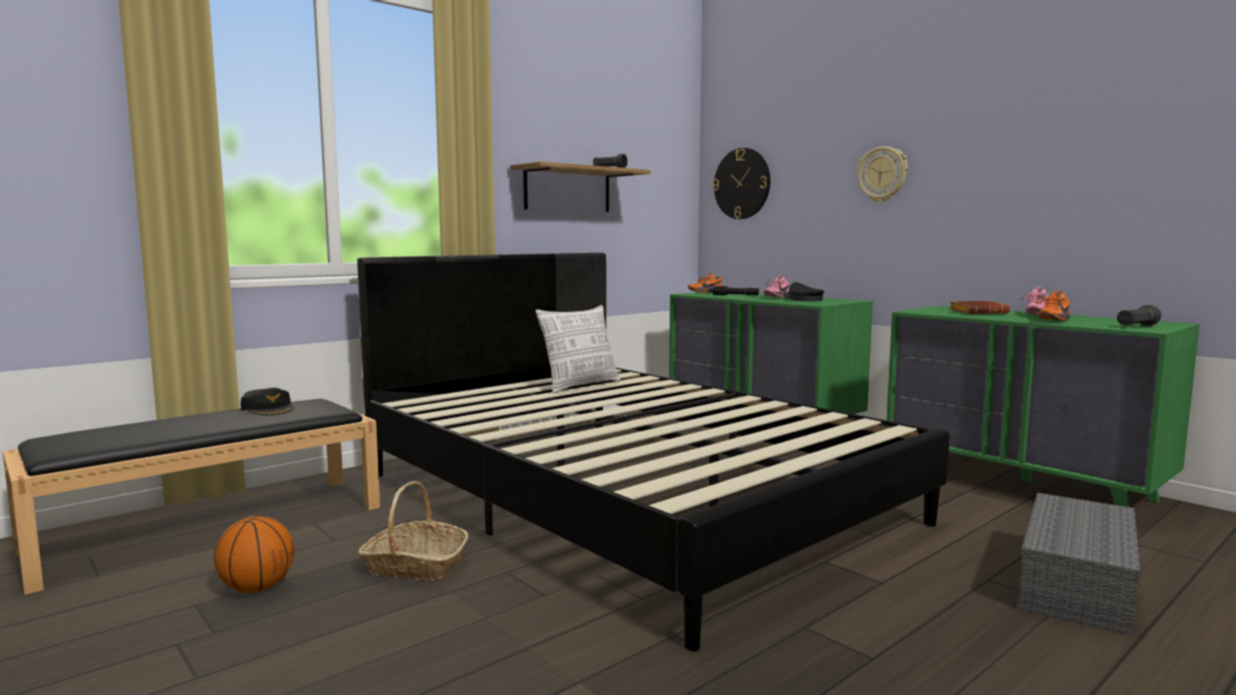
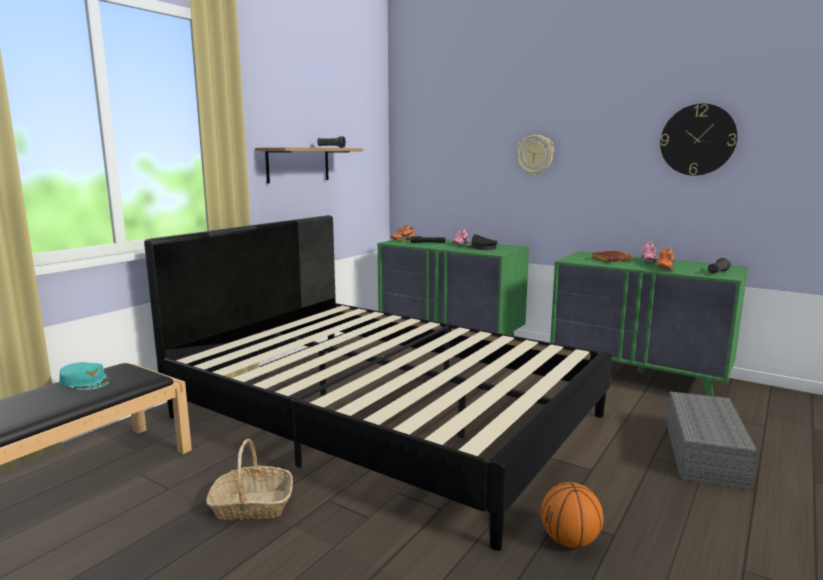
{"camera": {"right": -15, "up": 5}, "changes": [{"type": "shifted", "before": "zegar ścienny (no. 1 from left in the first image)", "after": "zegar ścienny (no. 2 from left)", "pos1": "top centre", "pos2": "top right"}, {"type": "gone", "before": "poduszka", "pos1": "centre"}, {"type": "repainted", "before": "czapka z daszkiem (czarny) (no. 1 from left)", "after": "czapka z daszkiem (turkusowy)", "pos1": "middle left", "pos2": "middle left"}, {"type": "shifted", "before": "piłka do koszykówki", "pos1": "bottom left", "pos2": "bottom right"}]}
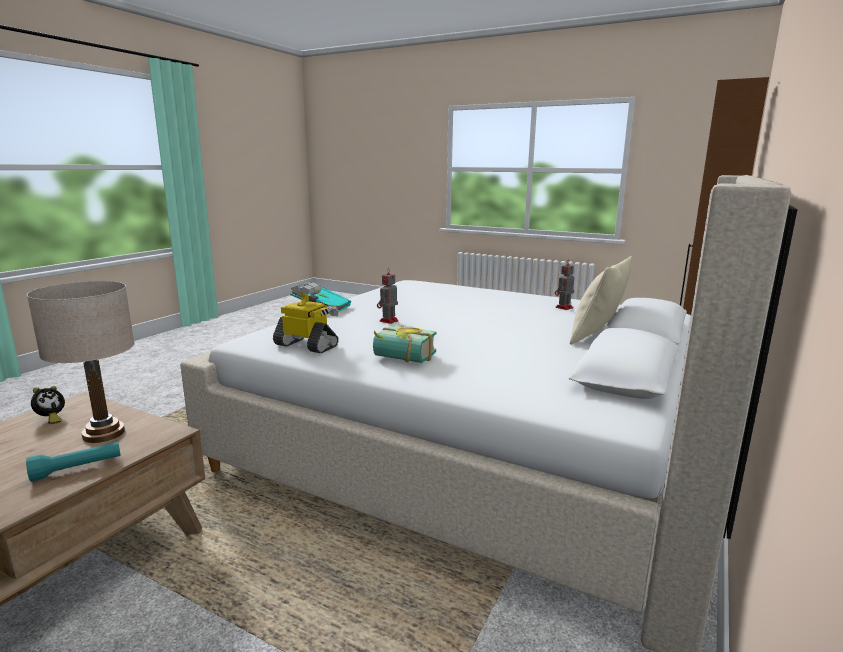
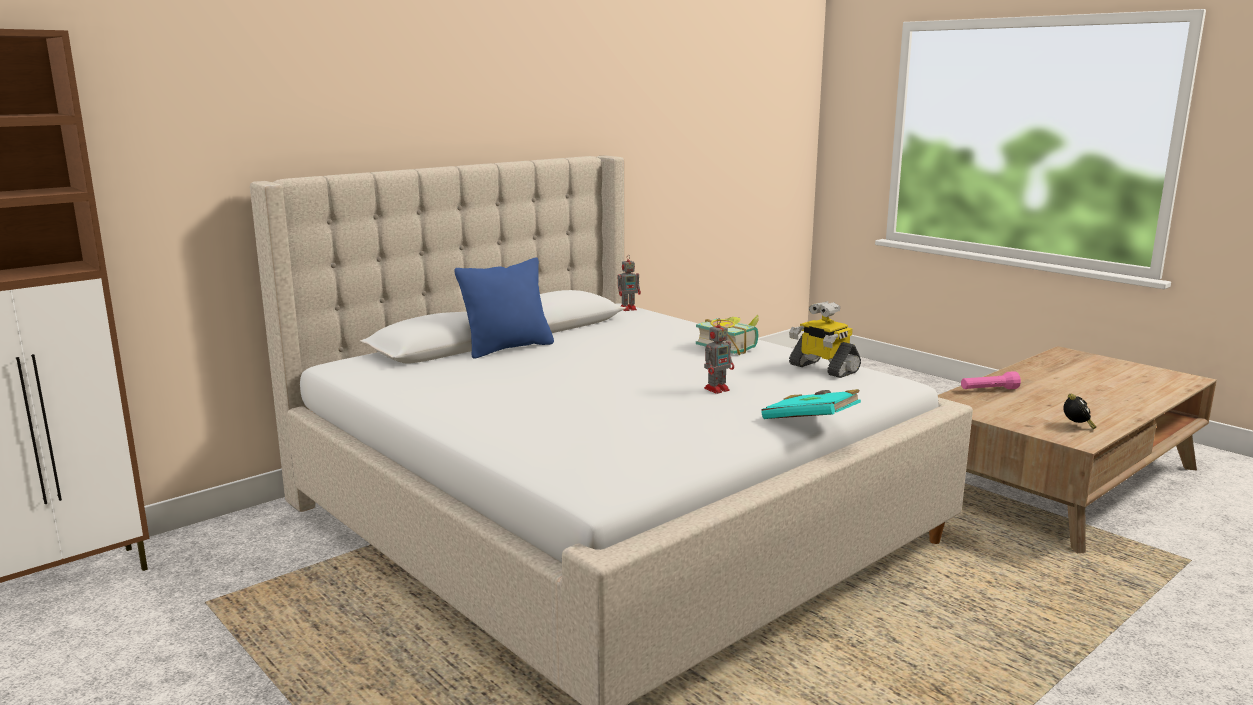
{"camera": {"right": -160, "up": 0}, "changes": [{"type": "repainted", "before": "poduszka (beżowy)", "after": "poduszka (niebieski)", "pos1": "middle right", "pos2": "centre"}, {"type": "shifted", "before": "robot zabawkowy (no. 3 from left in the first image)", "after": "robot zabawkowy (no. 1 from left)", "pos1": "middle right", "pos2": "centre"}, {"type": "gone", "before": "lampa stołowa (beżowy)", "pos1": "middle left"}, {"type": "rotated", "before": "budzik", "pos1": "middle left", "pos2": "middle right", "turn": 150}, {"type": "repainted", "before": "latarka (turkusowy)", "after": "latarka (różowy)", "pos1": "bottom left", "pos2": "middle right"}]}
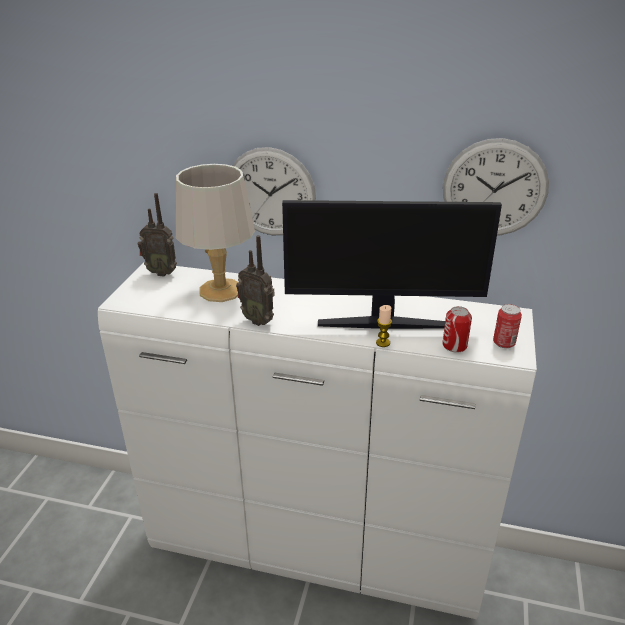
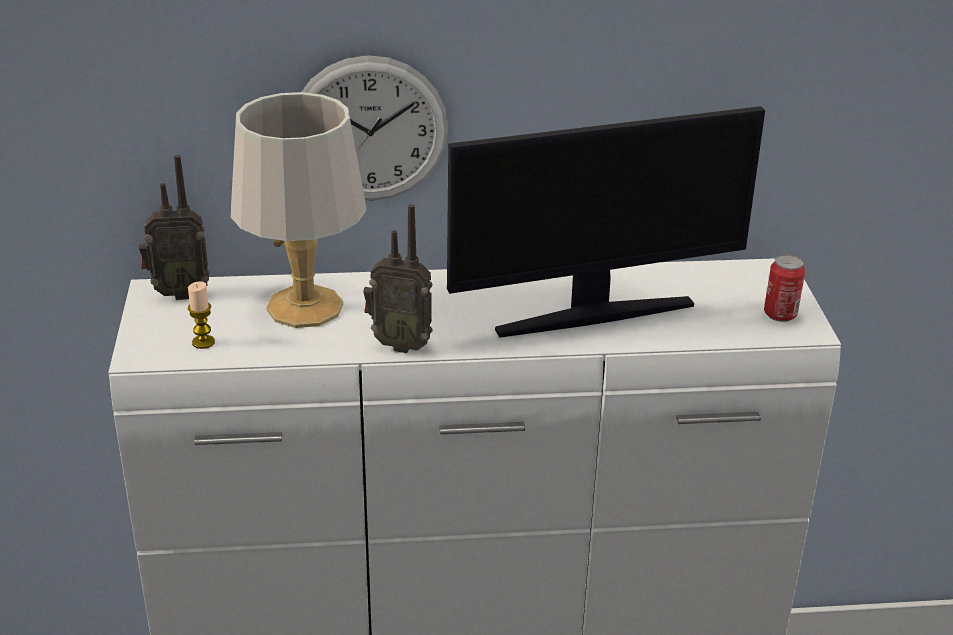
{"camera": {"right": -20, "up": 0}, "changes": [{"type": "gone", "before": "zegar ścienny (no. 2 from left)", "pos1": "top right"}, {"type": "shifted", "before": "świeca", "pos1": "centre", "pos2": "middle left"}, {"type": "gone", "before": "puszka (no. 1 from left)", "pos1": "middle right"}]}
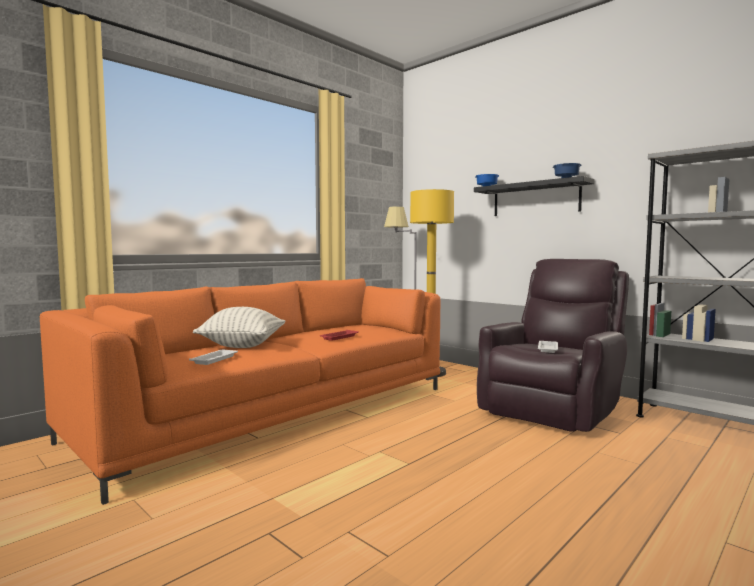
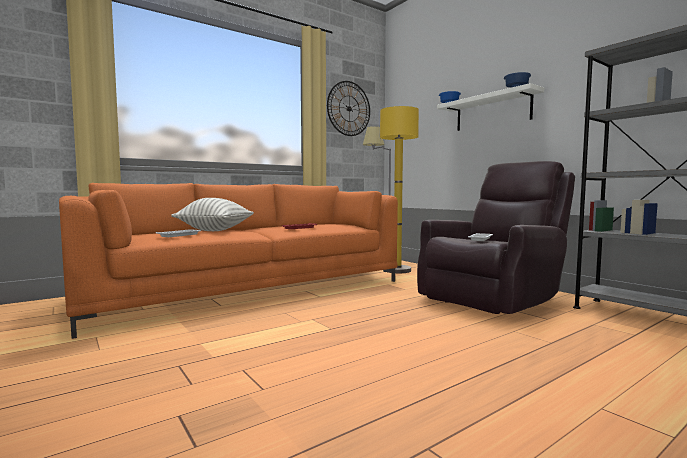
{"camera": {"right": 10, "up": 0}, "changes": [{"type": "repainted", "before": "półka (czarny)", "after": "półka (biały)", "pos1": "middle right", "pos2": "top right"}, {"type": "new", "after": "zegar ścienny", "pos2": "top centre"}]}
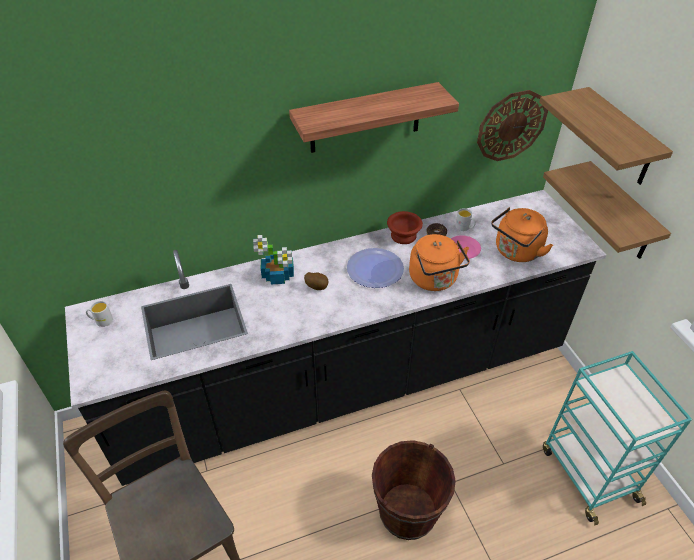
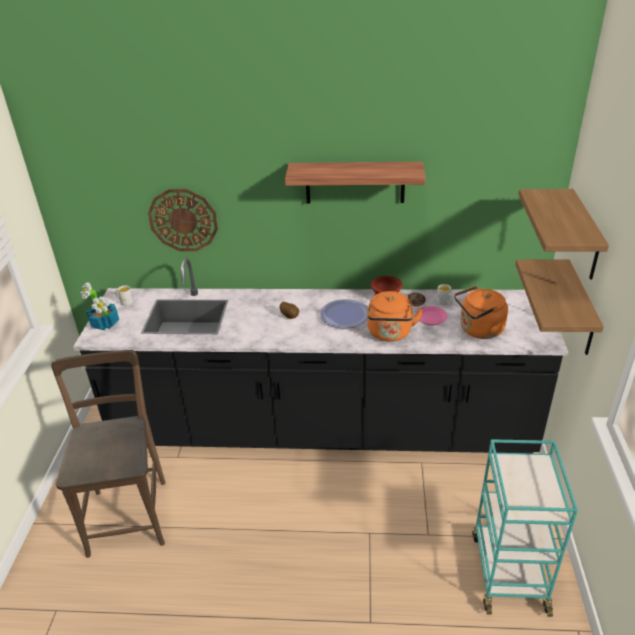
{"camera": {"right": 25, "up": -10}, "changes": [{"type": "shifted", "before": "zegar ścienny", "pos1": "top right", "pos2": "middle left"}, {"type": "shifted", "before": "roślina doniczkowa", "pos1": "centre", "pos2": "middle left"}, {"type": "gone", "before": "wiadro (brązowy)", "pos1": "bottom centre"}]}
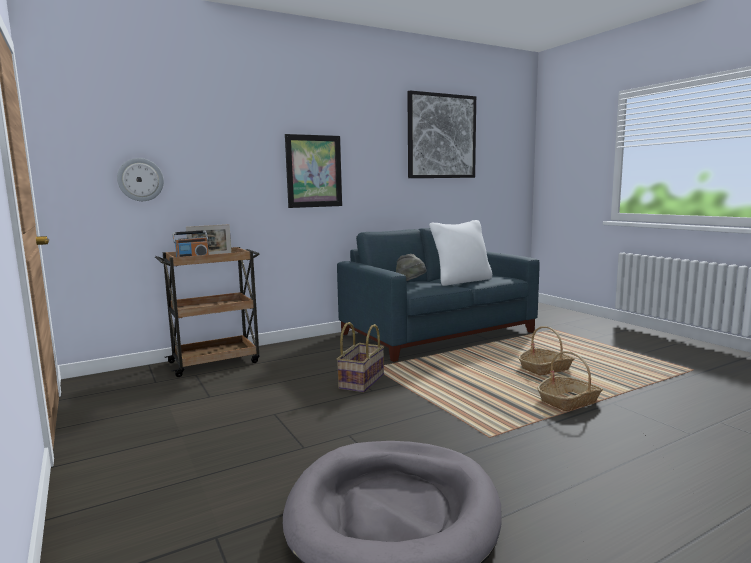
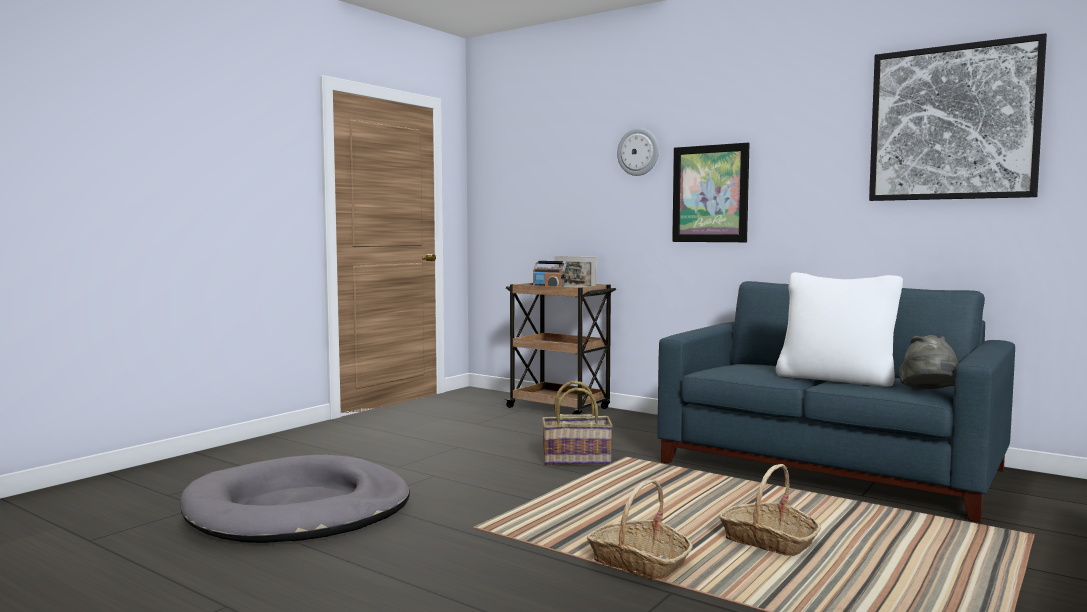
{"camera": {"right": 65, "up": -5}, "changes": [{"type": "shifted", "before": "zegar ścienny", "pos1": "top left", "pos2": "top centre"}, {"type": "shifted", "before": "kapelusz (szary)", "pos1": "centre", "pos2": "middle right"}]}
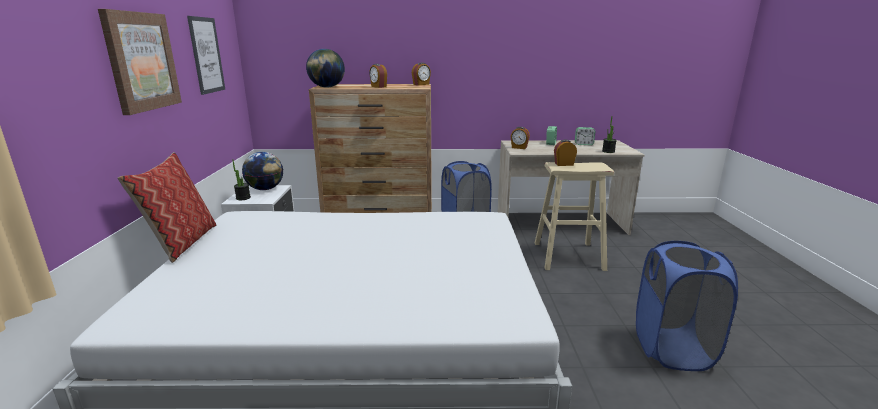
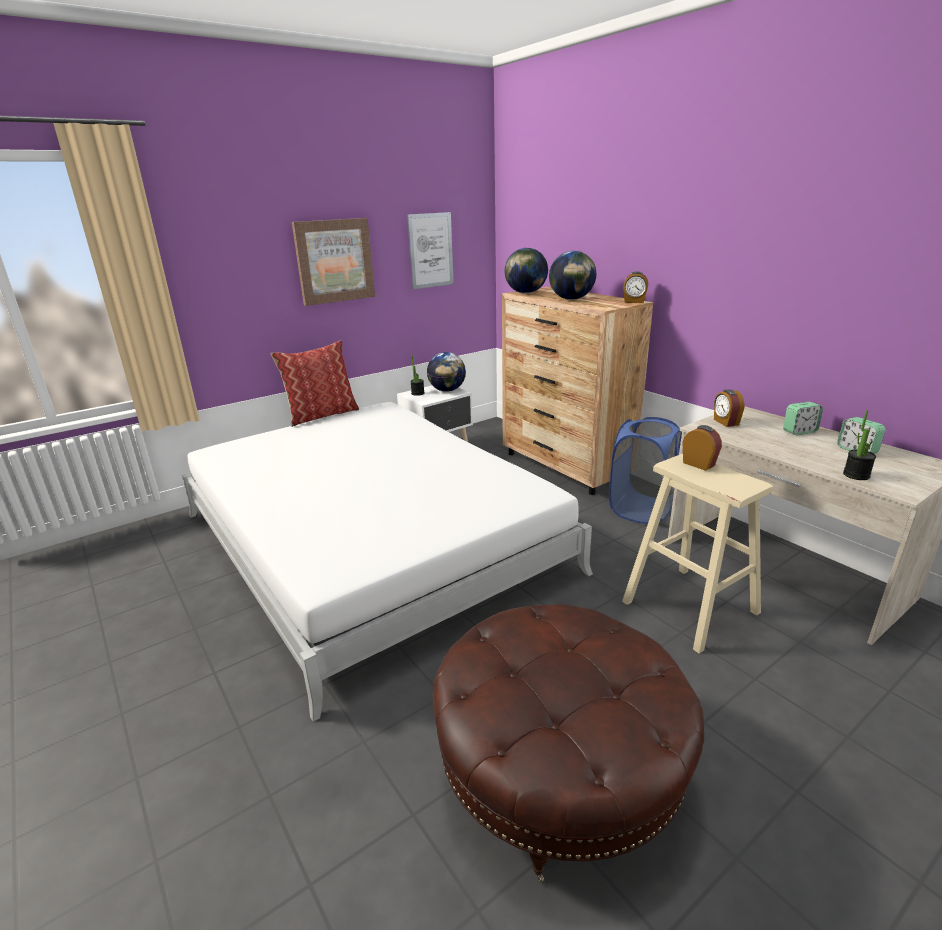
{"camera": {"right": 55, "up": 5}, "changes": [{"type": "swapped", "before": "budzik (no. 1 from left)", "after": "globus (no. 3 from left)", "pos1": "top centre", "pos2": "top centre"}, {"type": "swapped", "before": "kosz na pranie (niebieski) (no. 2 from left)", "after": "pufa (brązowy)", "pos1": "bottom right", "pos2": "bottom centre"}]}
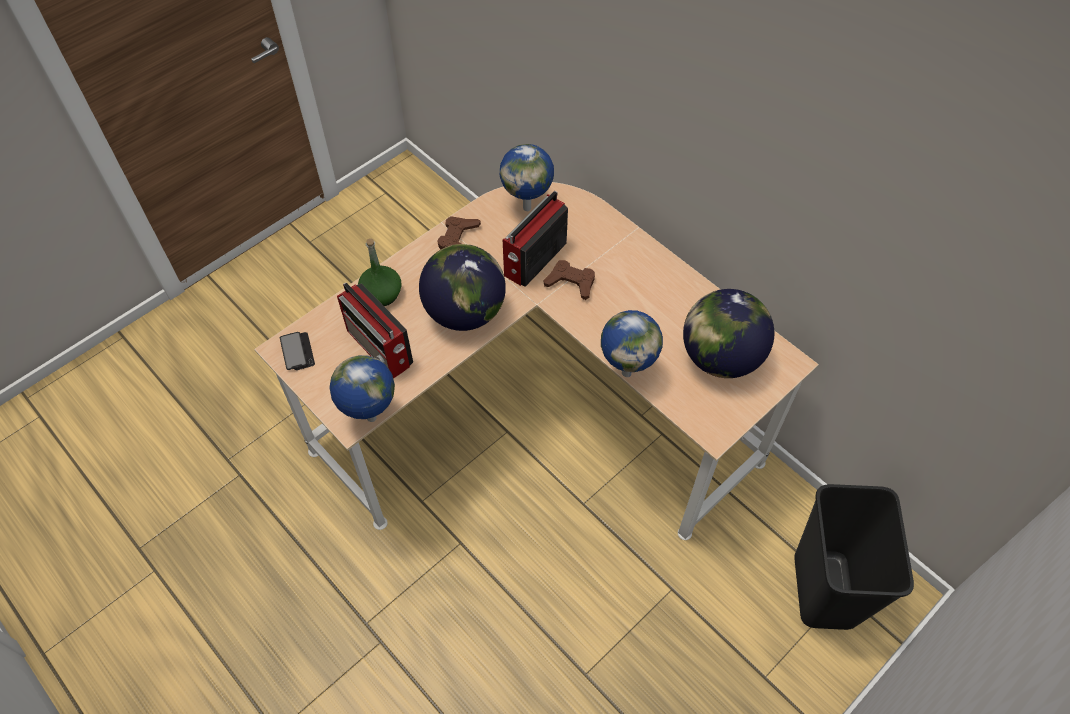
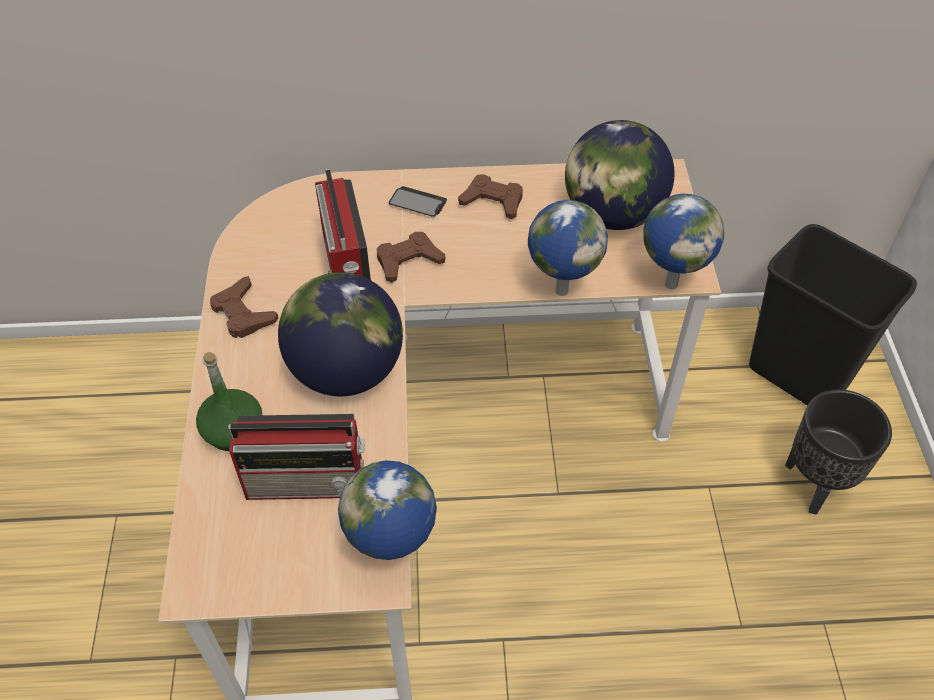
{"camera": {"right": -50, "up": -5}, "changes": [{"type": "shifted", "before": "globus (no. 3 from left in the first image)", "after": "globus (no. 5 from left)", "pos1": "top centre", "pos2": "middle right"}, {"type": "shifted", "before": "telefon", "pos1": "middle left", "pos2": "top centre"}, {"type": "new", "after": "pad do gier (brązowy) (no. 3 from left)", "pos2": "top centre"}, {"type": "new", "after": "donica (czarny)", "pos2": "middle right"}]}
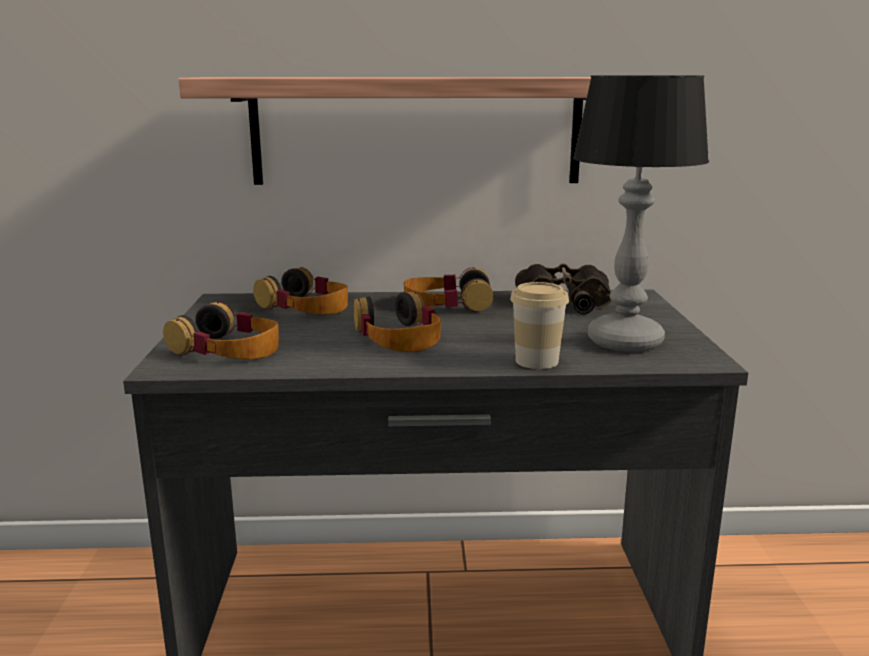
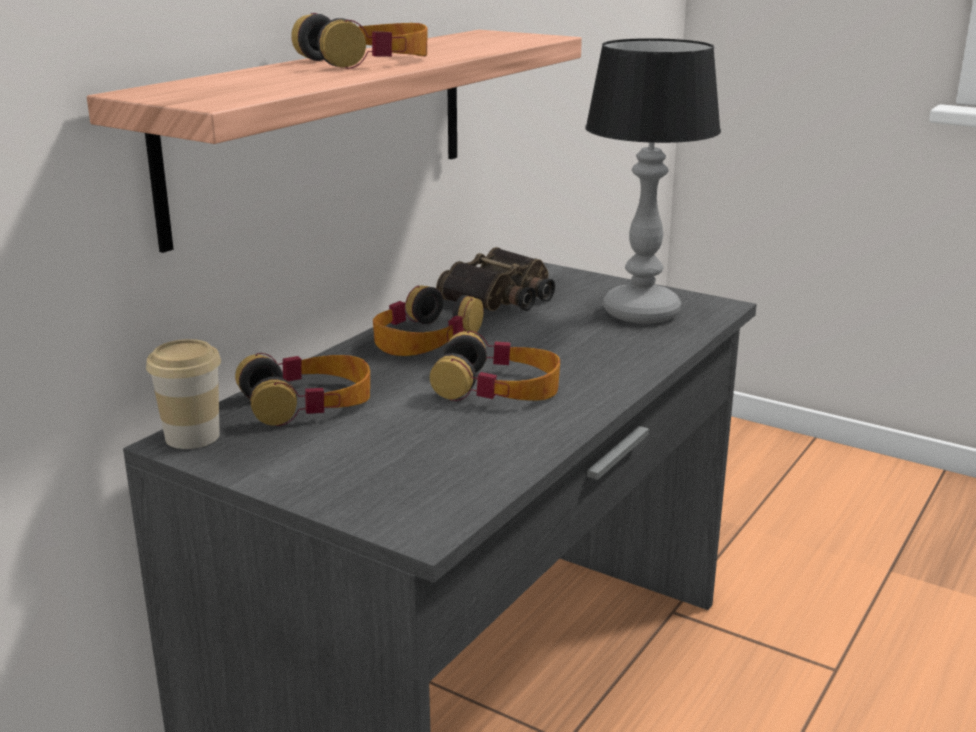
{"camera": {"right": -55, "up": 5}, "changes": [{"type": "shifted", "before": "filiżanka", "pos1": "centre", "pos2": "middle left"}, {"type": "shifted", "before": "słuchawki (no. 1 from left in the first image)", "after": "słuchawki (no. 2 from left)", "pos1": "middle left", "pos2": "top centre"}]}
